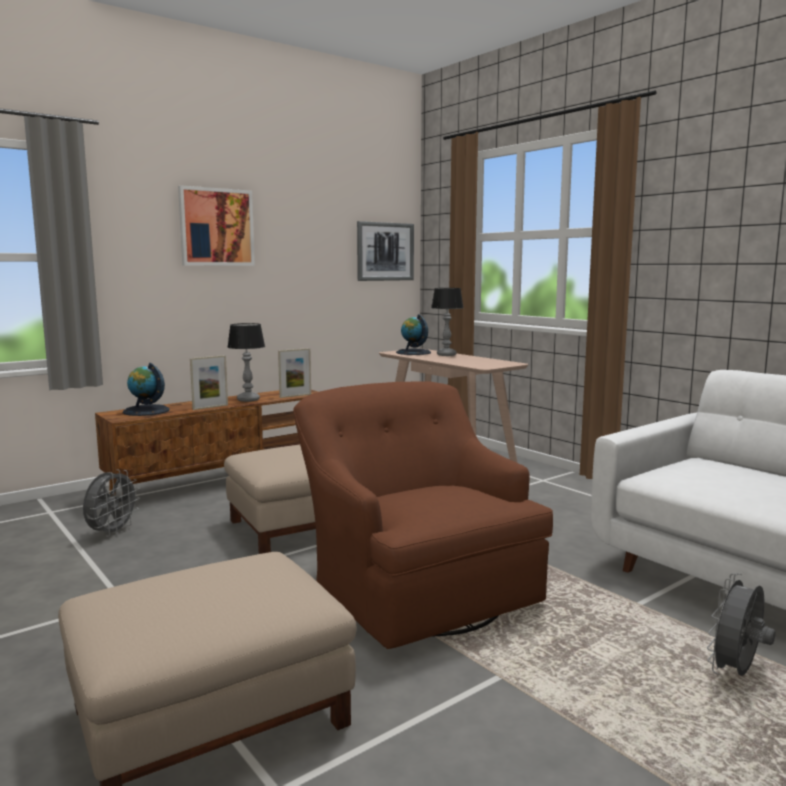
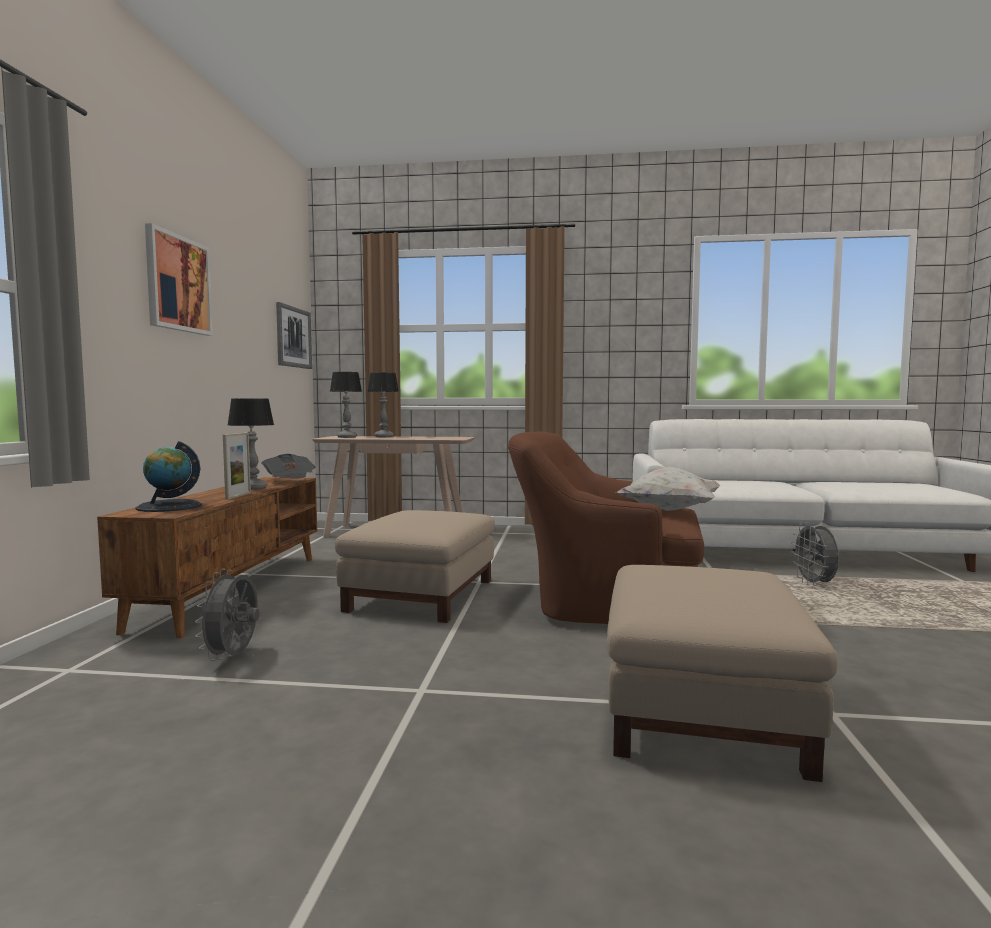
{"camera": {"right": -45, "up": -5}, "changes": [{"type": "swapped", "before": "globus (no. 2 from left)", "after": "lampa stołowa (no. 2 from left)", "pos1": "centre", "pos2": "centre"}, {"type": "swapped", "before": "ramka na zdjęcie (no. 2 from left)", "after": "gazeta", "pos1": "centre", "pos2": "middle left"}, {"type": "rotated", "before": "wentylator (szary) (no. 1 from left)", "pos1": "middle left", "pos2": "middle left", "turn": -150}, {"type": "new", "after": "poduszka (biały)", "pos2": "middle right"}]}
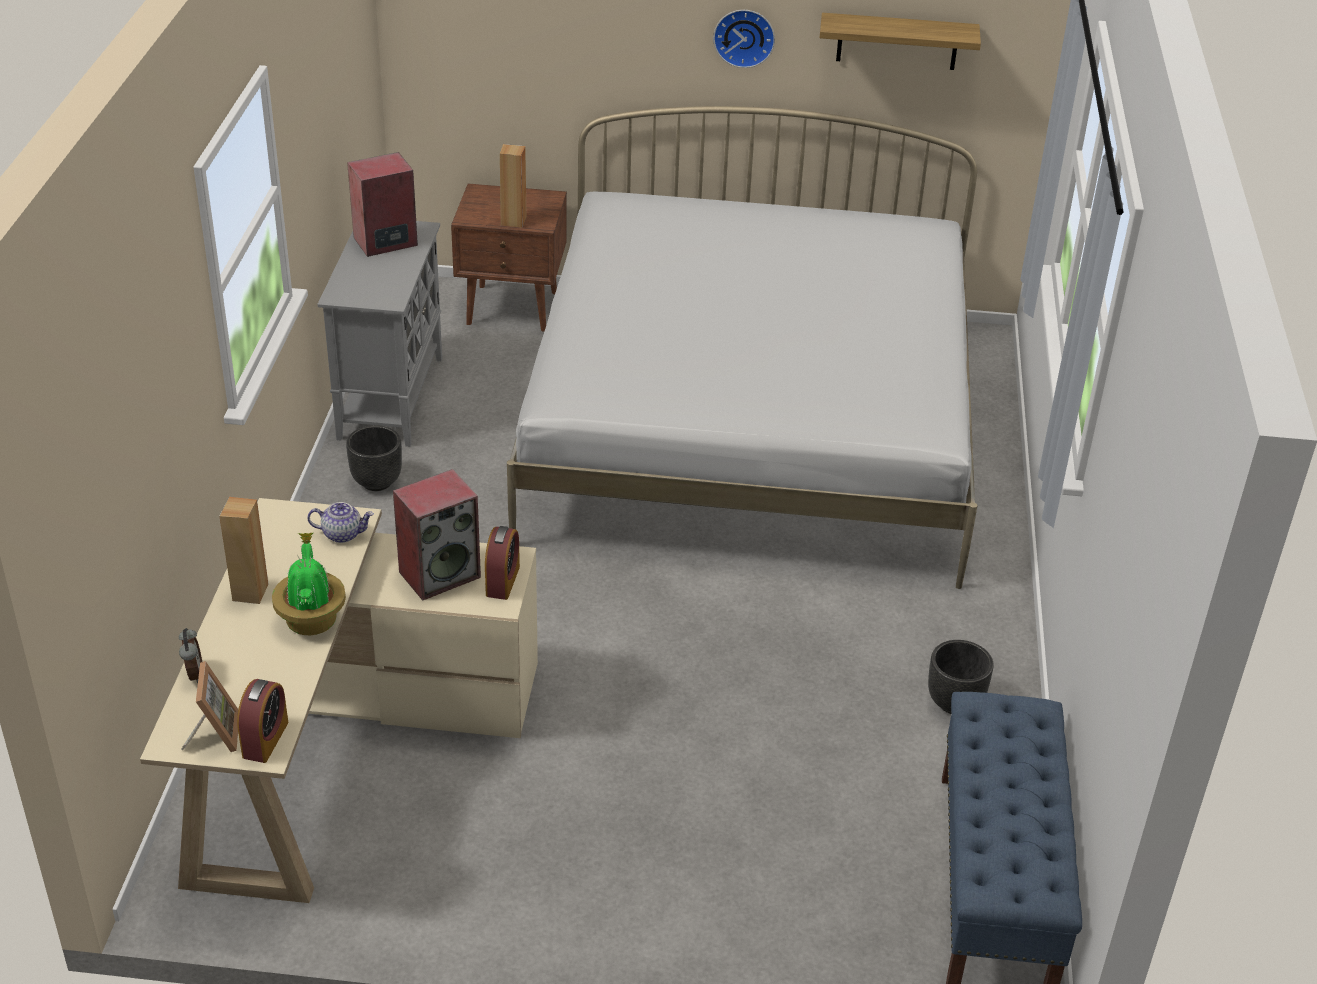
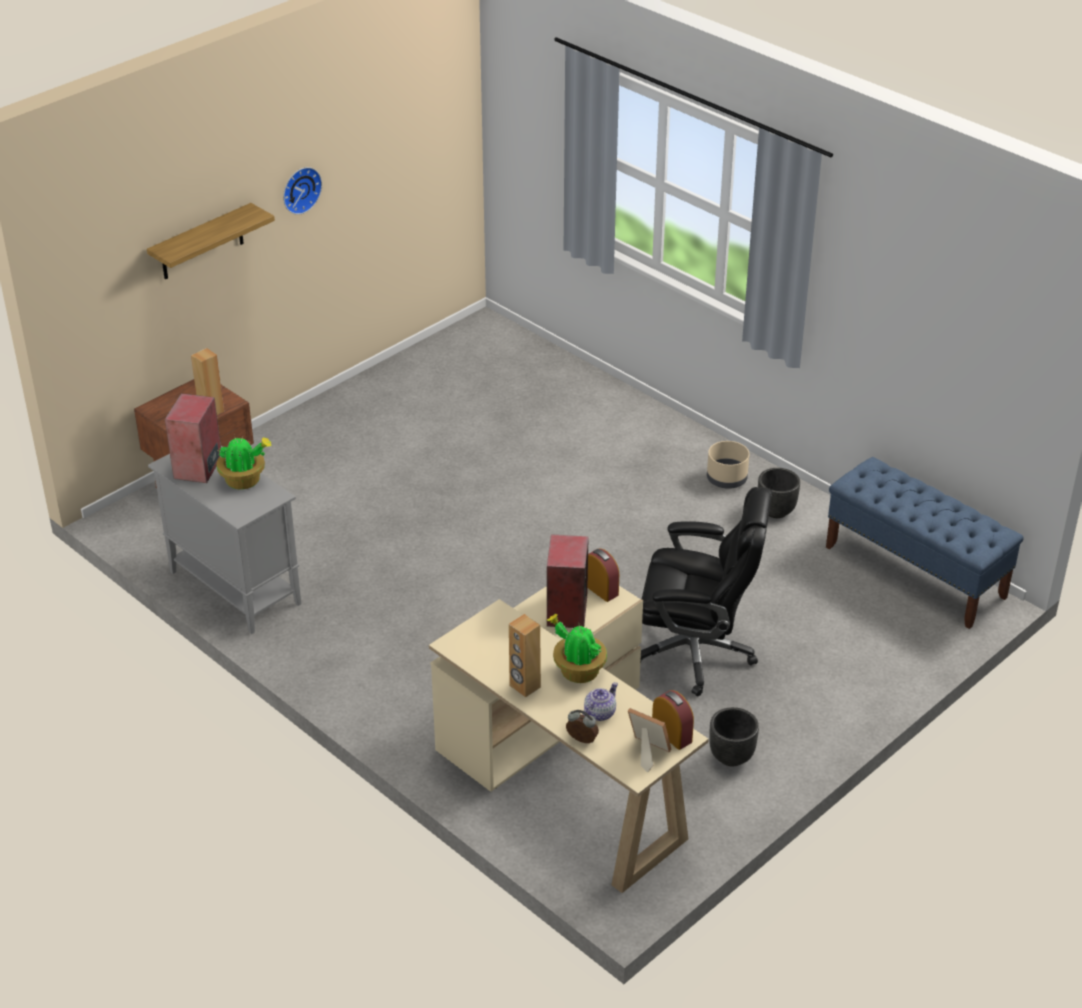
{"camera": {"right": -50, "up": 0}, "changes": [{"type": "shifted", "before": "półka", "pos1": "top right", "pos2": "top left"}, {"type": "gone", "before": "łóżko (biały)", "pos1": "centre"}, {"type": "shifted", "before": "donica (czarny) (no. 1 from left)", "pos1": "middle left", "pos2": "bottom right"}, {"type": "shifted", "before": "imbryk", "pos1": "middle left", "pos2": "bottom centre"}, {"type": "new", "after": "roślina doniczkowa (no. 1 from left)", "pos2": "middle left"}, {"type": "new", "after": "donica (beżowy)", "pos2": "middle right"}, {"type": "new", "after": "krzesło biurowe (czarny)", "pos2": "centre"}]}
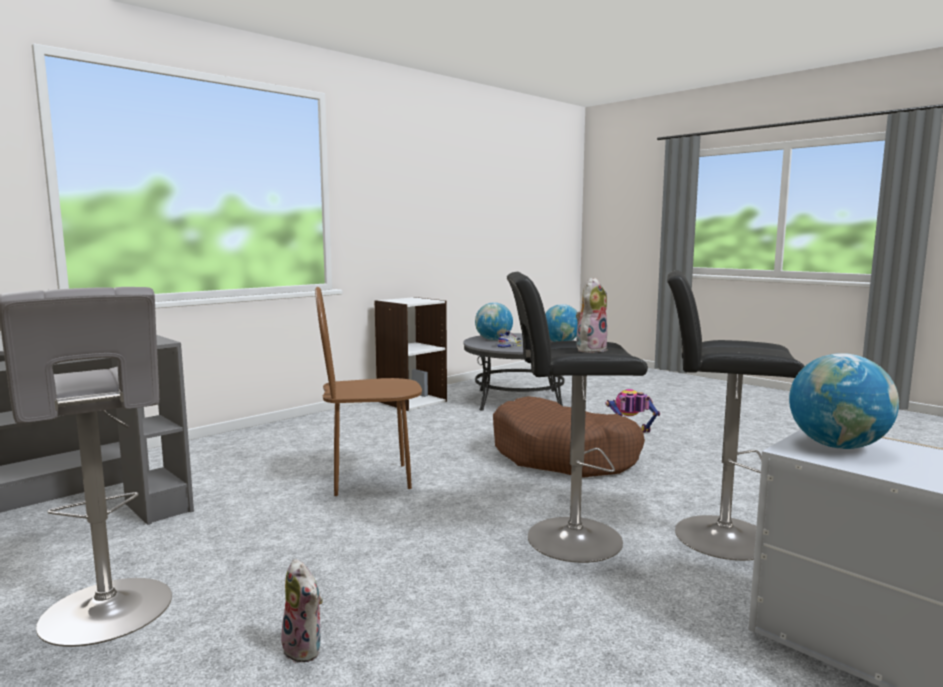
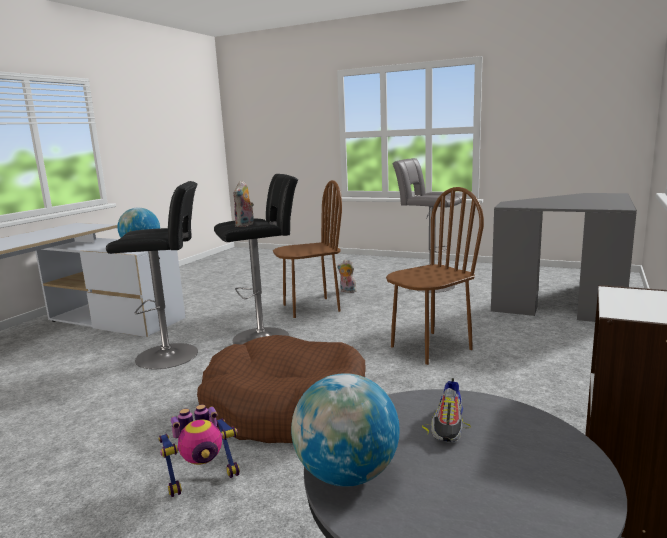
{"camera": {"right": 160, "up": 5}, "changes": [{"type": "gone", "before": "globus (no. 1 from left)", "pos1": "centre"}, {"type": "new", "after": "krzesło (brązowy) (no. 1 from left)", "pos2": "centre"}]}
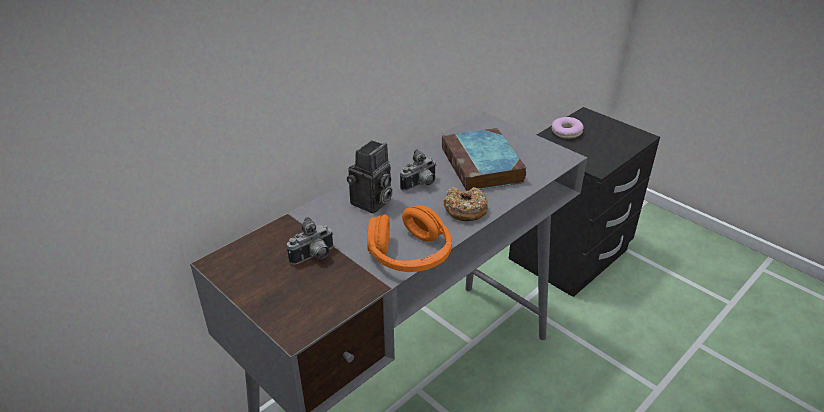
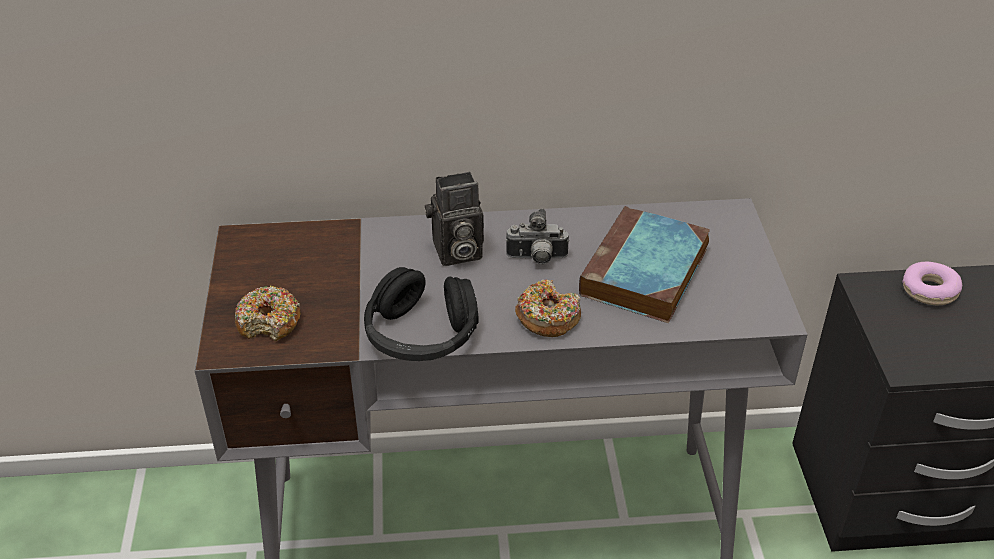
{"camera": {"right": 40, "up": 5}, "changes": [{"type": "repainted", "before": "słuchawki (pomarańczowy)", "after": "słuchawki (czarny)", "pos1": "centre", "pos2": "centre"}, {"type": "gone", "before": "aparat fotograficzny (no. 1 from left)", "pos1": "centre"}, {"type": "new", "after": "donut (no. 1 from left)", "pos2": "middle left"}]}
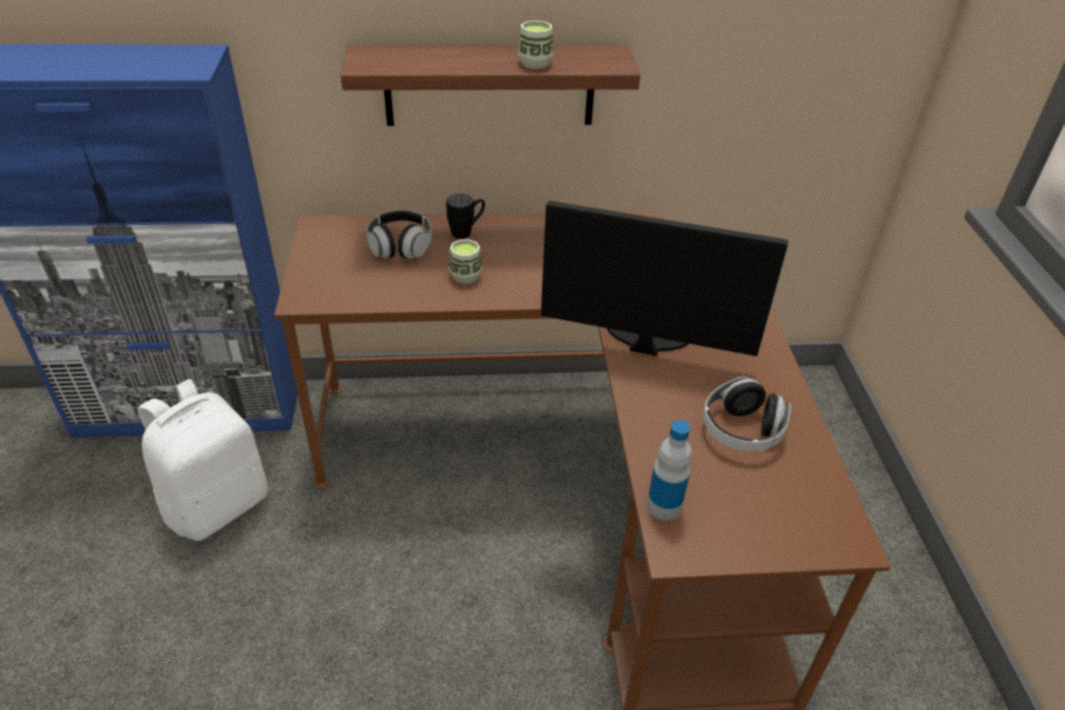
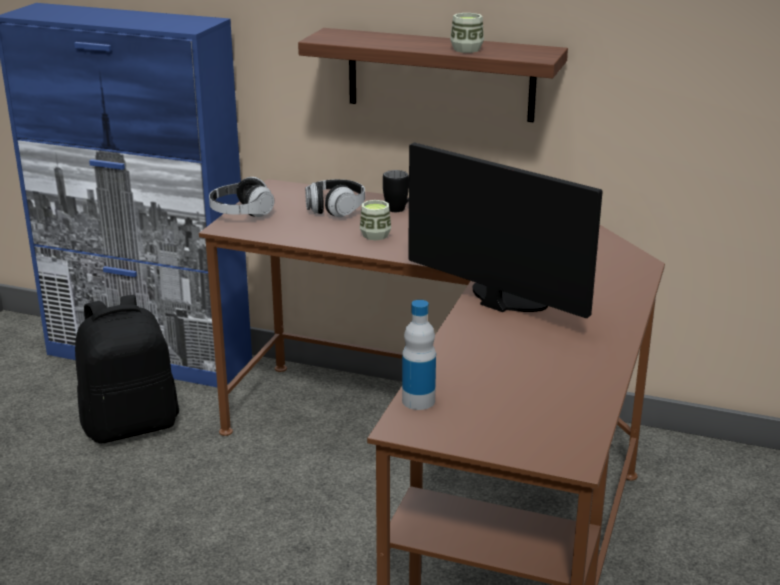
{"camera": {"right": 25, "up": -15}, "changes": [{"type": "shifted", "before": "słuchawki (no. 2 from left in the first image)", "after": "słuchawki (no. 1 from left)", "pos1": "middle right", "pos2": "middle left"}, {"type": "repainted", "before": "plecak (biały)", "after": "plecak (czarny)", "pos1": "middle left", "pos2": "middle left"}]}
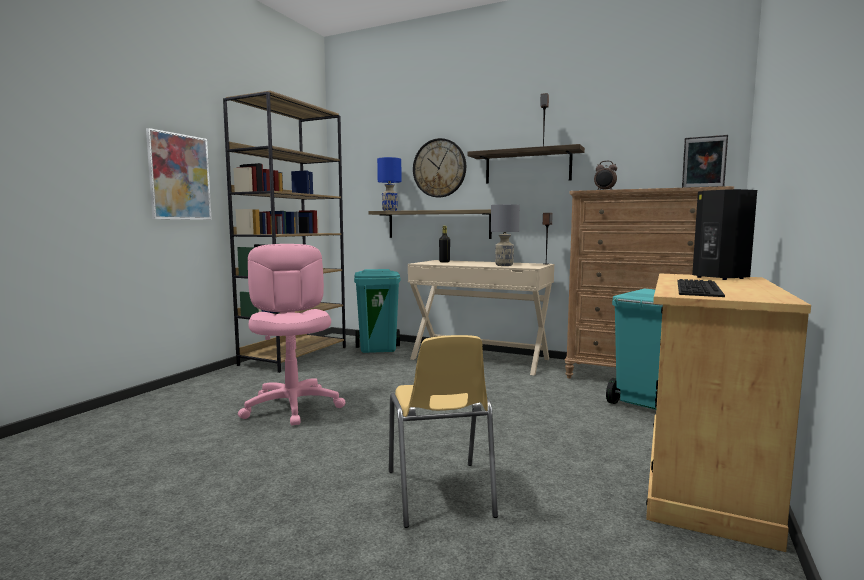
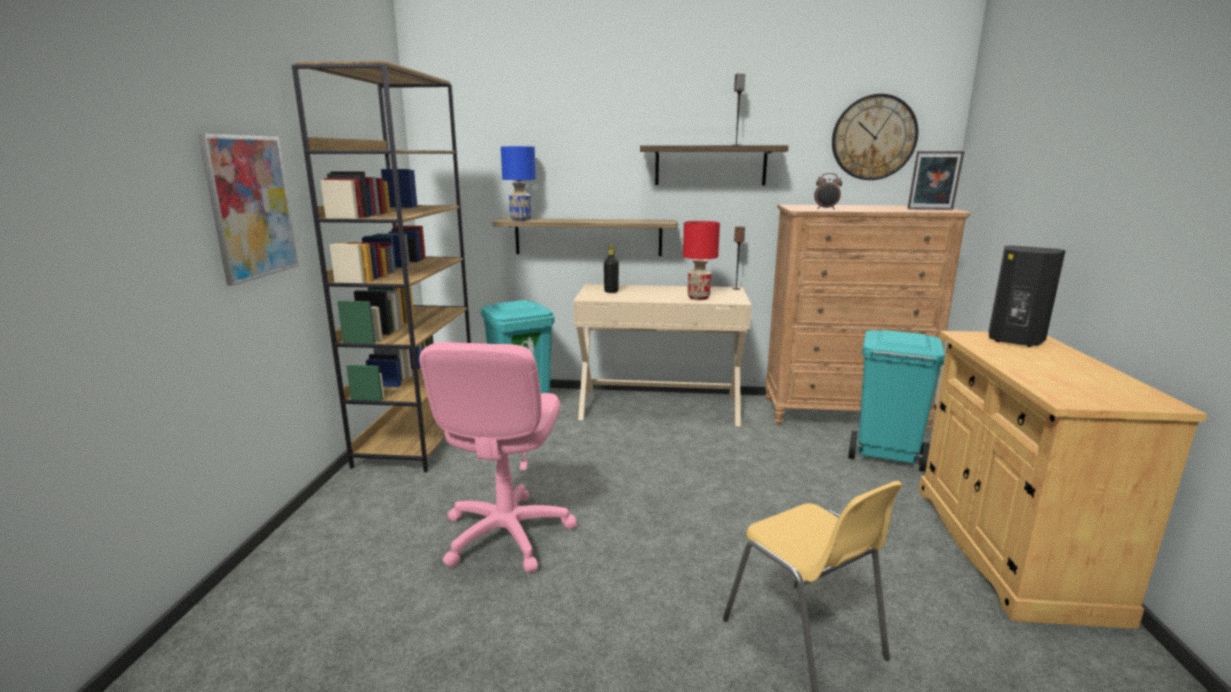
{"camera": {"right": -20, "up": 10}, "changes": [{"type": "shifted", "before": "zegar ścienny", "pos1": "top centre", "pos2": "top right"}, {"type": "repainted", "before": "lampa stołowa (szary)", "after": "lampa stołowa (czerwony)", "pos1": "centre", "pos2": "centre"}, {"type": "rotated", "before": "krzesło biurowe (różowy)", "pos1": "centre", "pos2": "centre", "turn": -135}, {"type": "gone", "before": "klawiatura", "pos1": "middle right"}]}
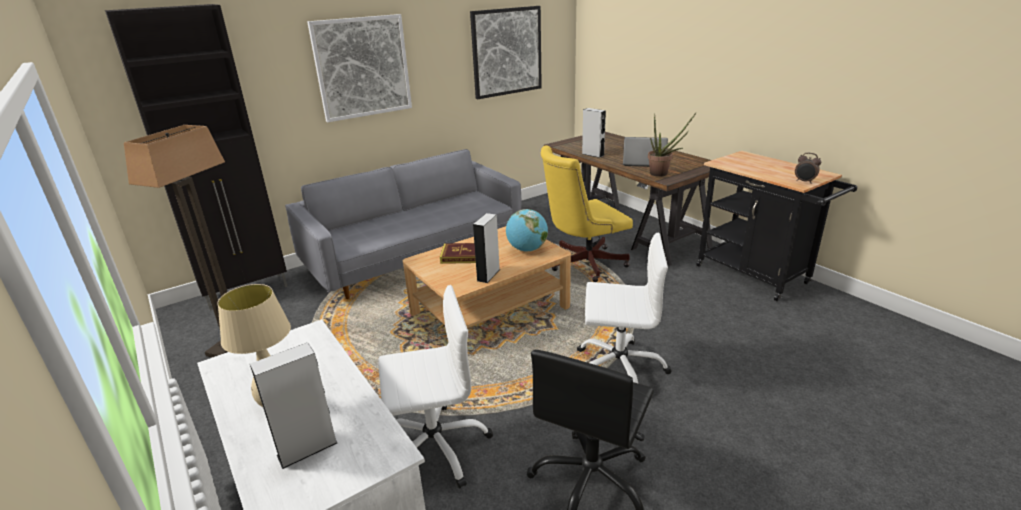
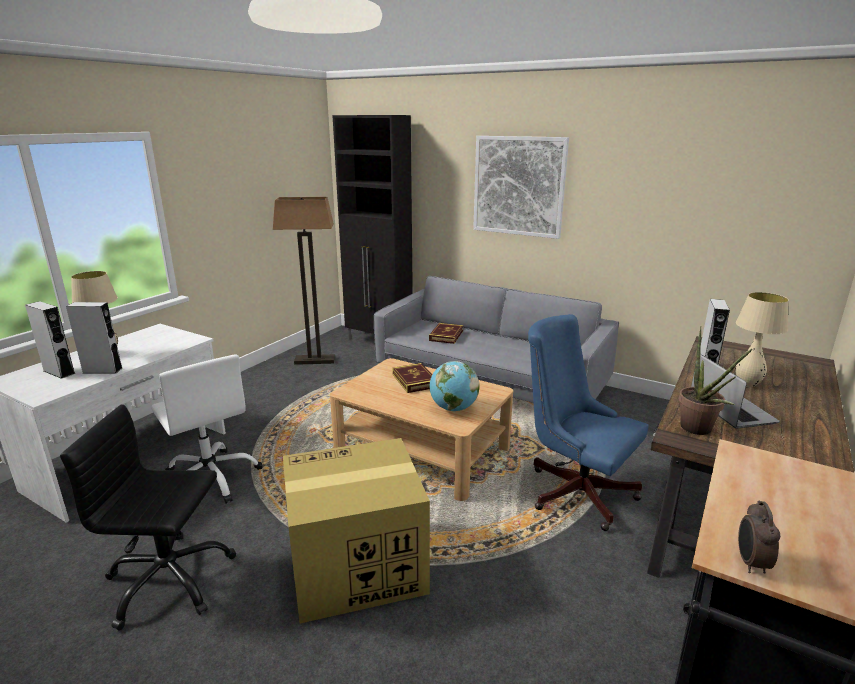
{"camera": {"right": 65, "up": -5}, "changes": [{"type": "gone", "before": "obraz (no. 2 from left)", "pos1": "top centre"}, {"type": "repainted", "before": "krzesło biurowe (żółty)", "after": "krzesło biurowe (niebieski)", "pos1": "centre", "pos2": "middle right"}, {"type": "shifted", "before": "głośnik (szary) (no. 2 from left)", "pos1": "centre", "pos2": "middle left"}, {"type": "swapped", "before": "krzesło biurowe (biały) (no. 2 from left)", "after": "karton", "pos1": "centre", "pos2": "bottom centre"}, {"type": "new", "after": "lampa stołowa (beżowy) (no. 2 from left)", "pos2": "middle right"}, {"type": "new", "after": "książka (no. 2 from left)", "pos2": "centre"}]}
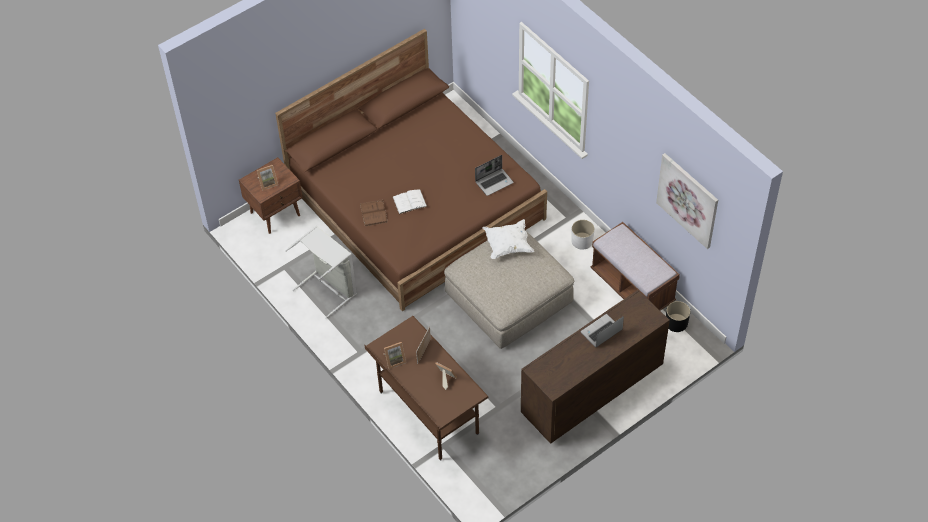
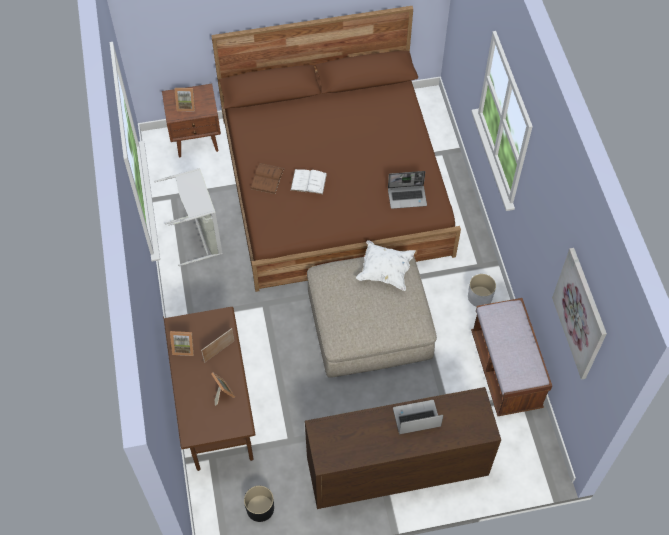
{"camera": {"right": 25, "up": 5}, "changes": [{"type": "shifted", "before": "donica (czarny)", "pos1": "middle right", "pos2": "bottom centre"}]}
